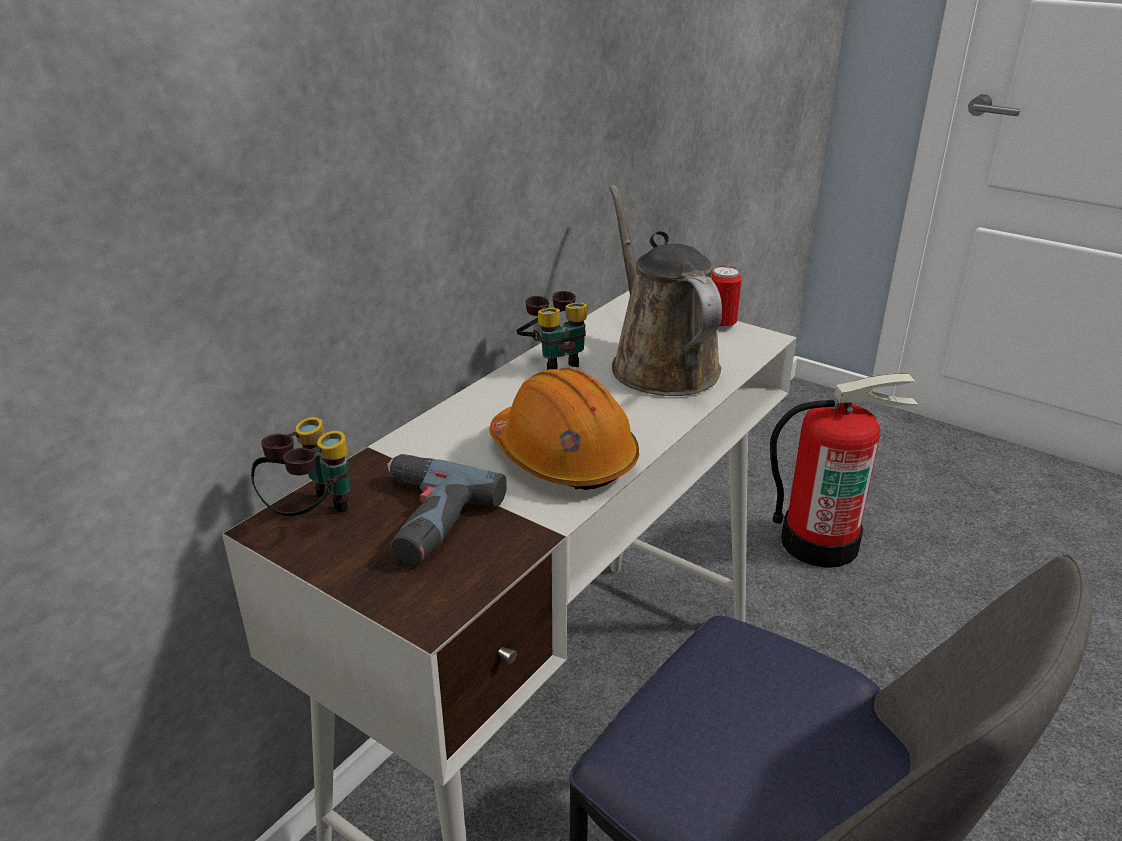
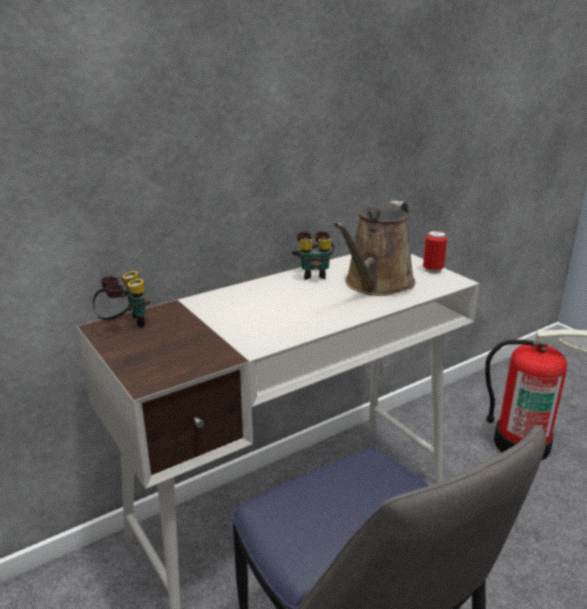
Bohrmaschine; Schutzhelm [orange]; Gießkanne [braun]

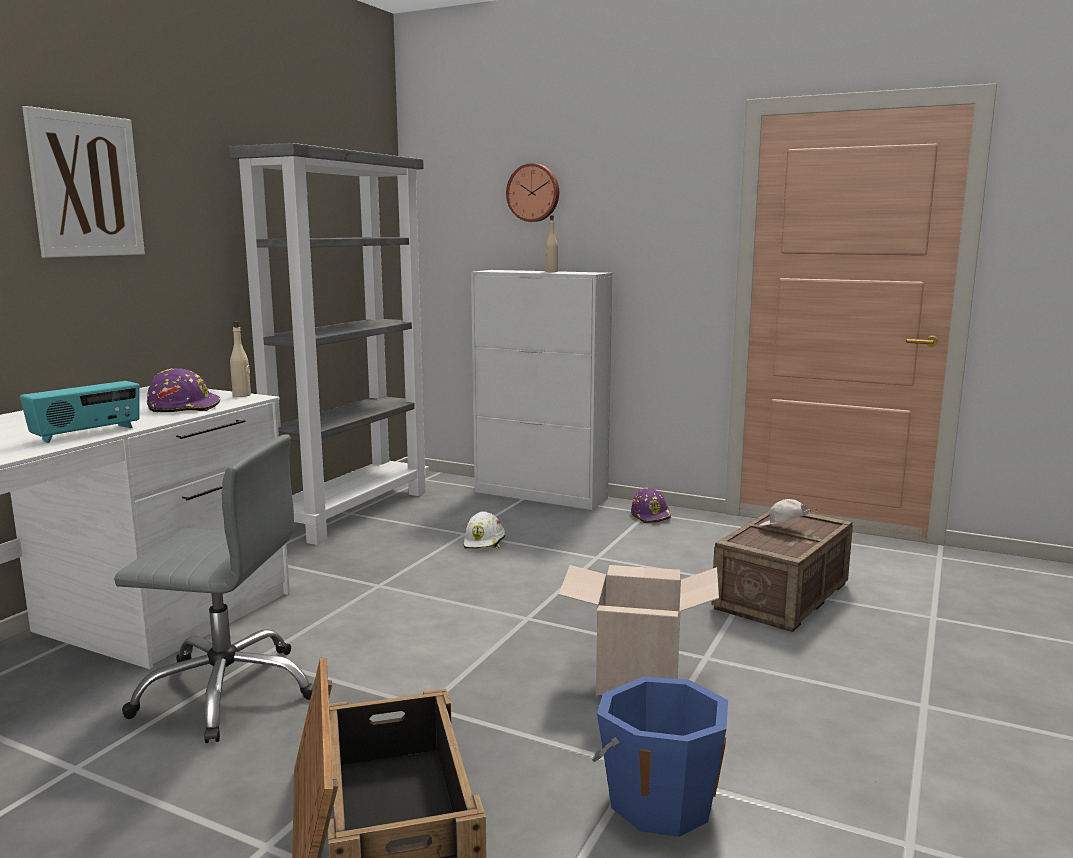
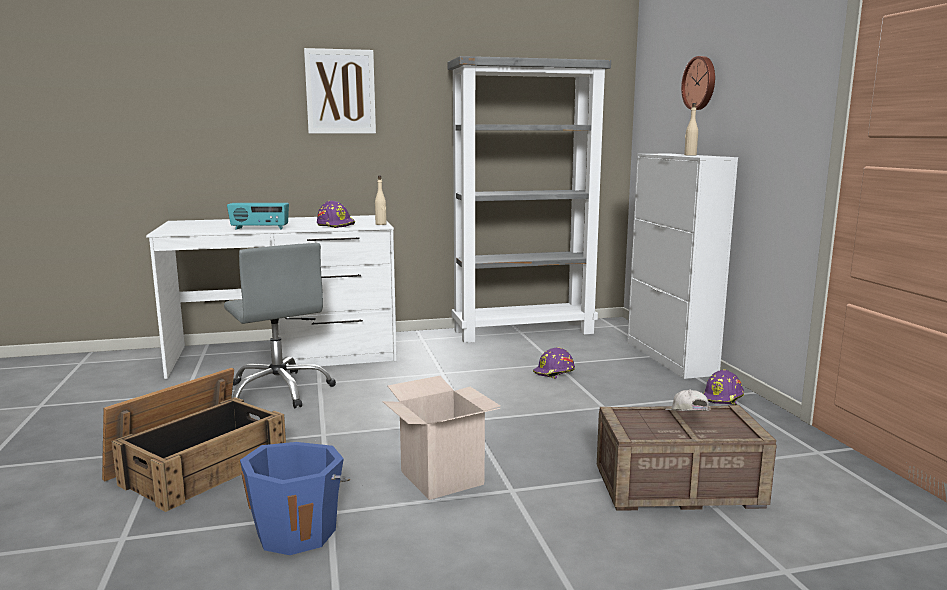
Schutzhelm [lila] (2nd from left)

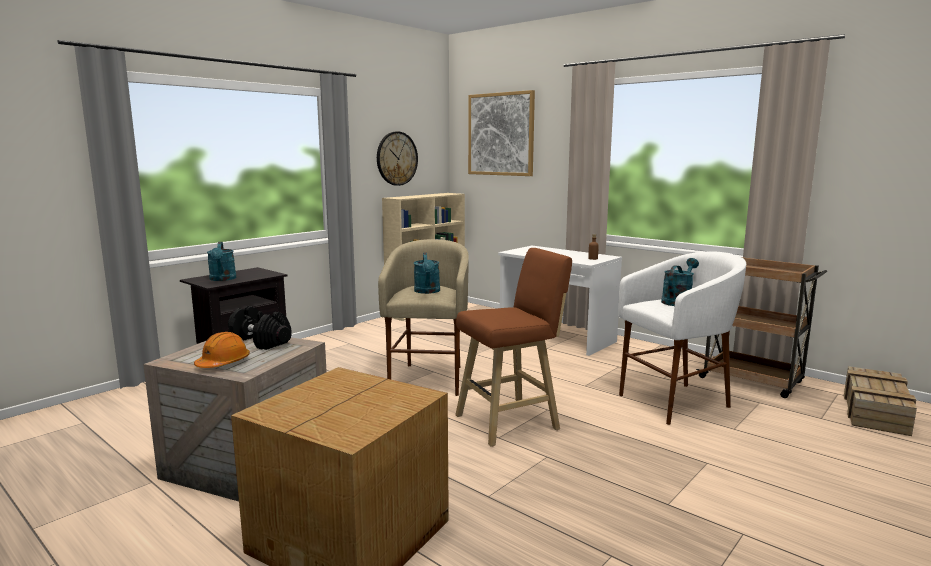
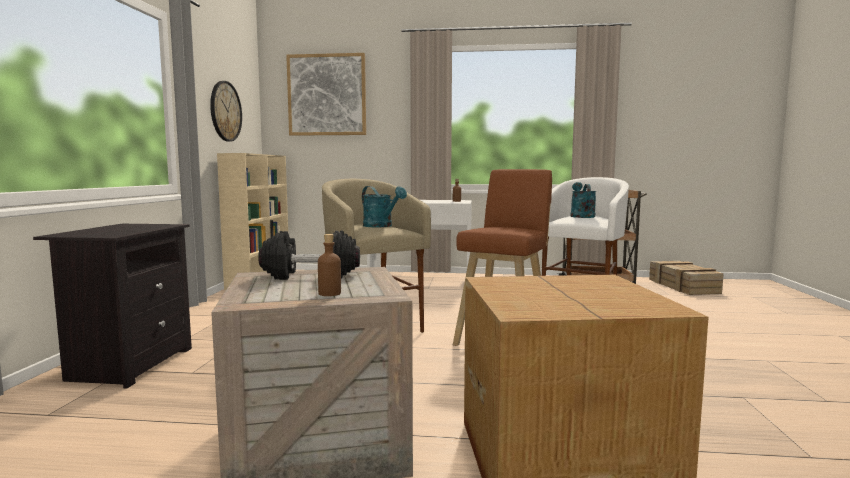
Gießkanne [türkis] (1st from left in the first image); Flasche [braun] (1st from left)

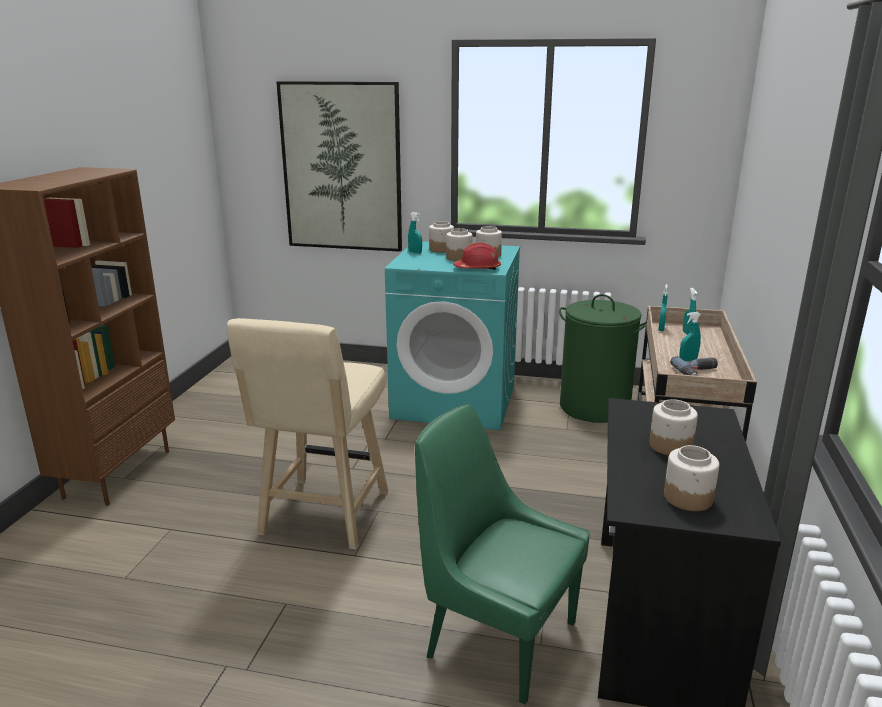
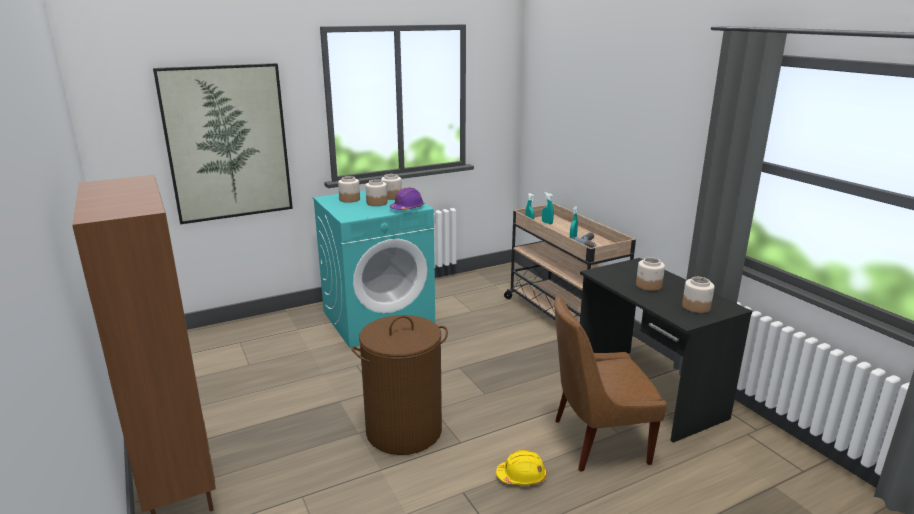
Sprühflasche [türkis] (1st from left in the first image); Wäschekorb [grün]; Schutzhelm [gelb]; Wäschekorb [braun]; Stuhl [braun]; Schutzhelm [lila]

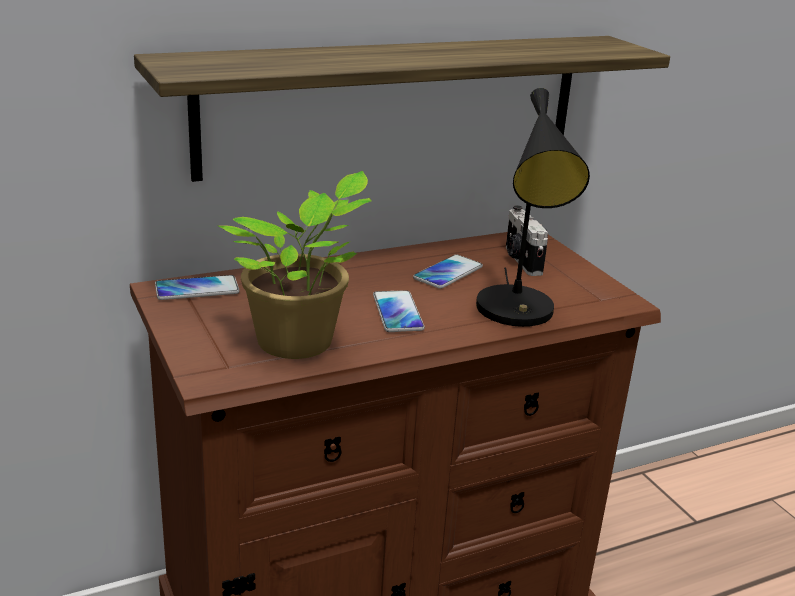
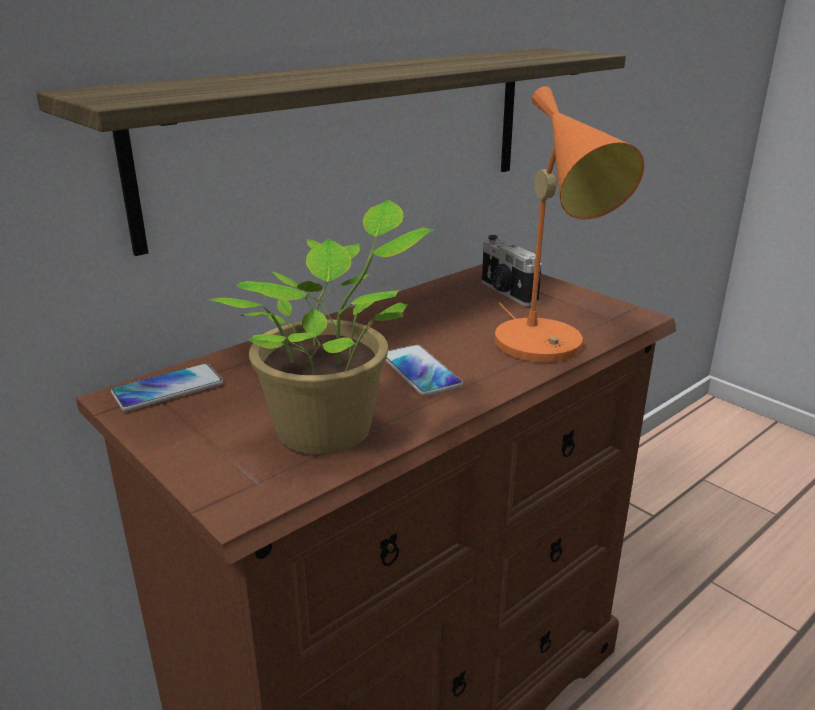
Handy (3rd from left in the first image); Tischlampe [orange]

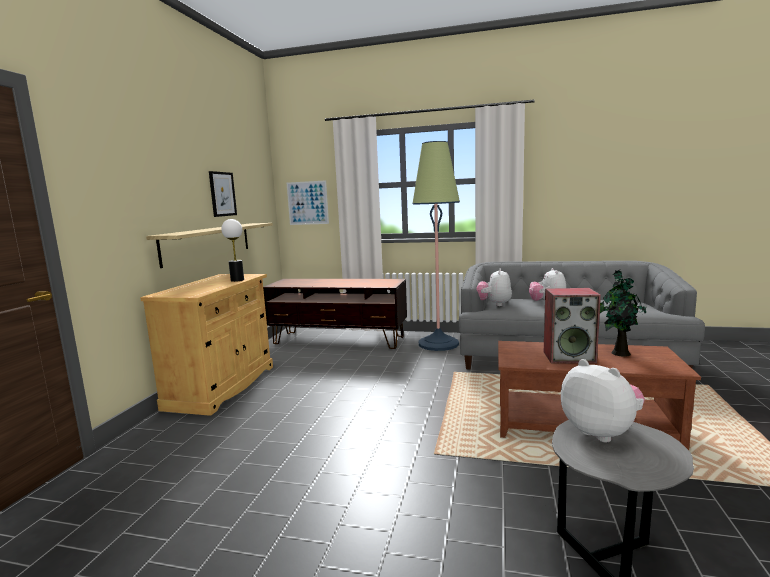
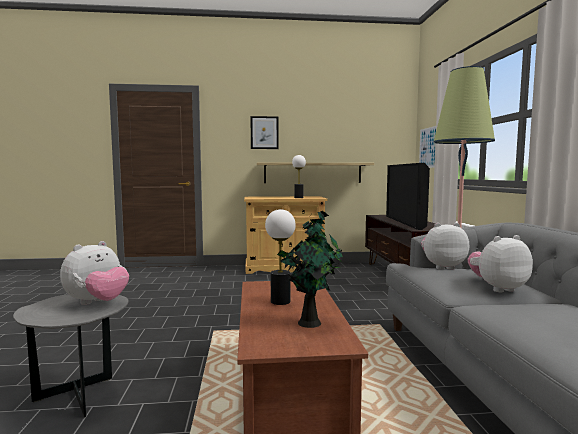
Fernseher; Bild (1st from left); Tischlampe (1st from left)

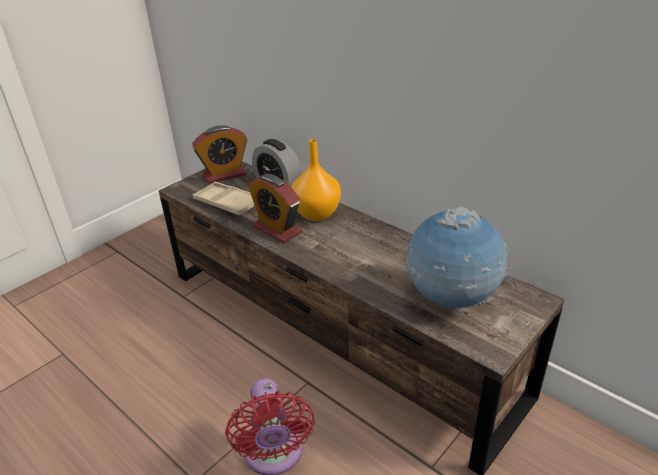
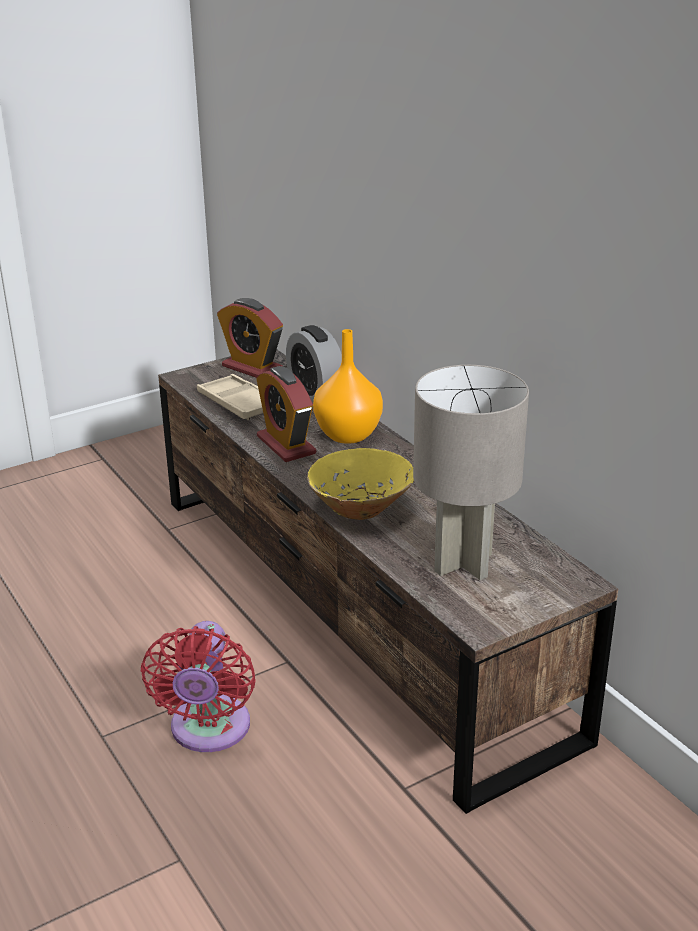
Schüssel [gelb]; Tischlampe [grau]; Wecker (1st from left)

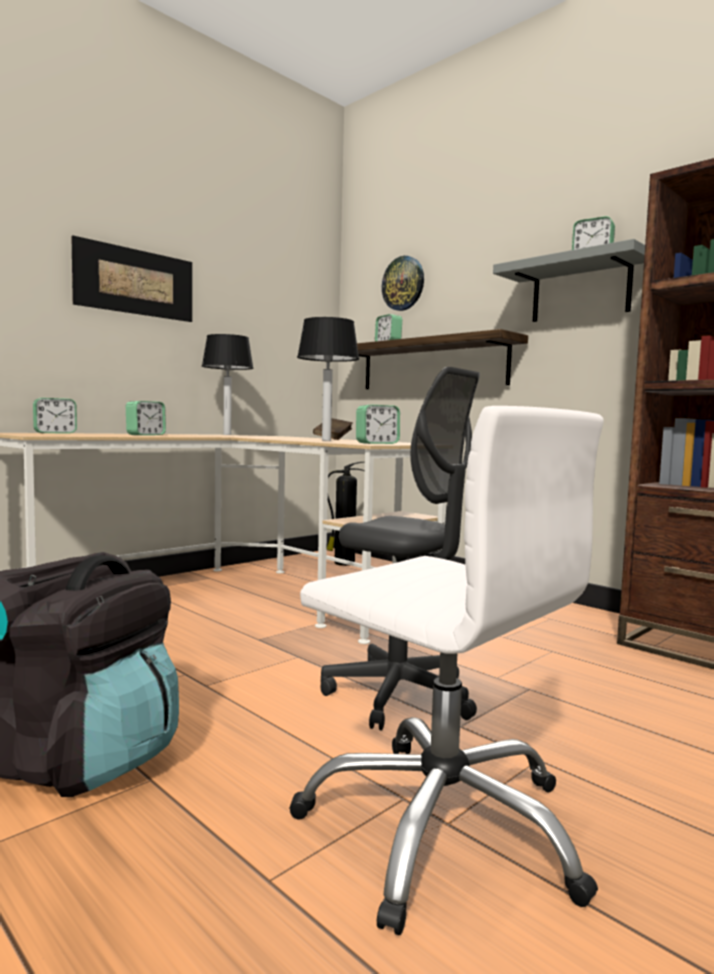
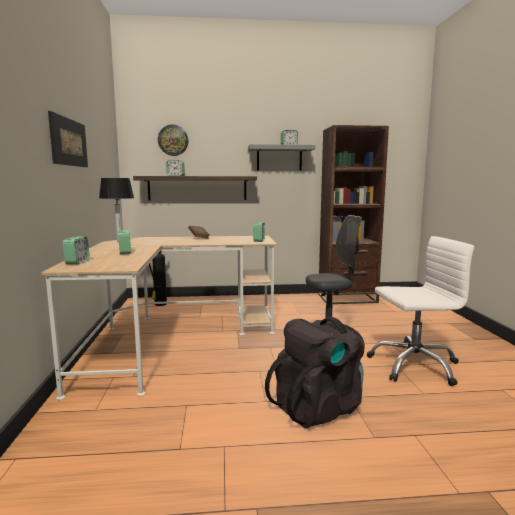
Tischlampe (2nd from left in the first image)

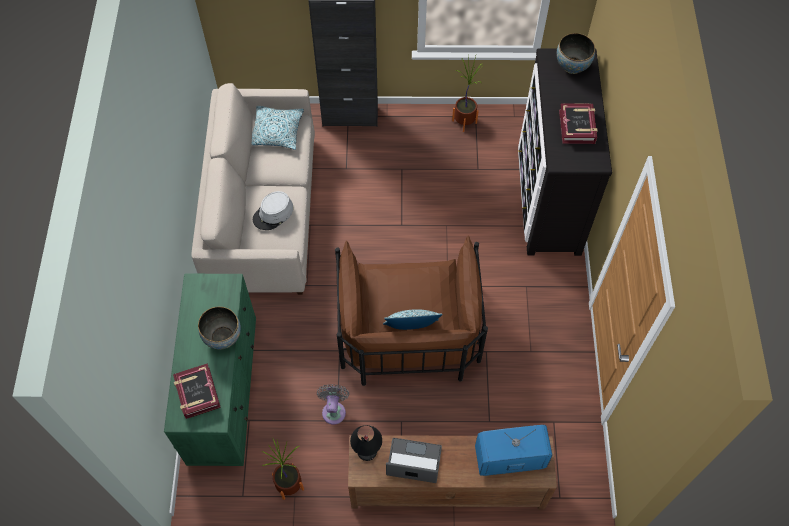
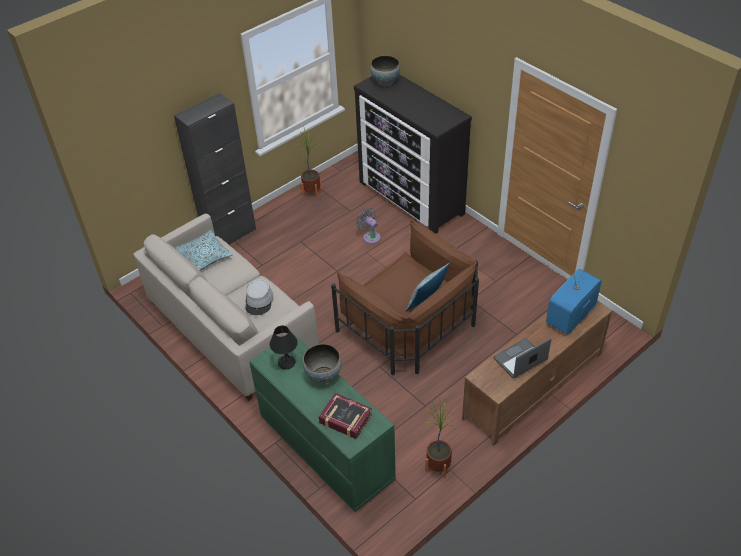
Buch (2nd from left in the first image); Ventilator [grau]; Tischlampe [schwarz]

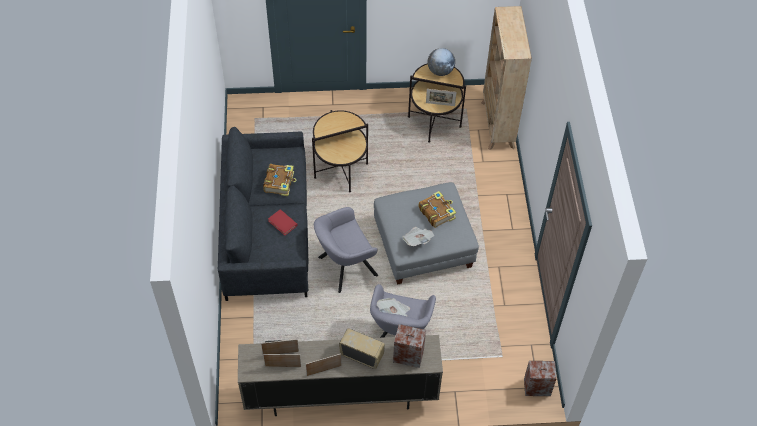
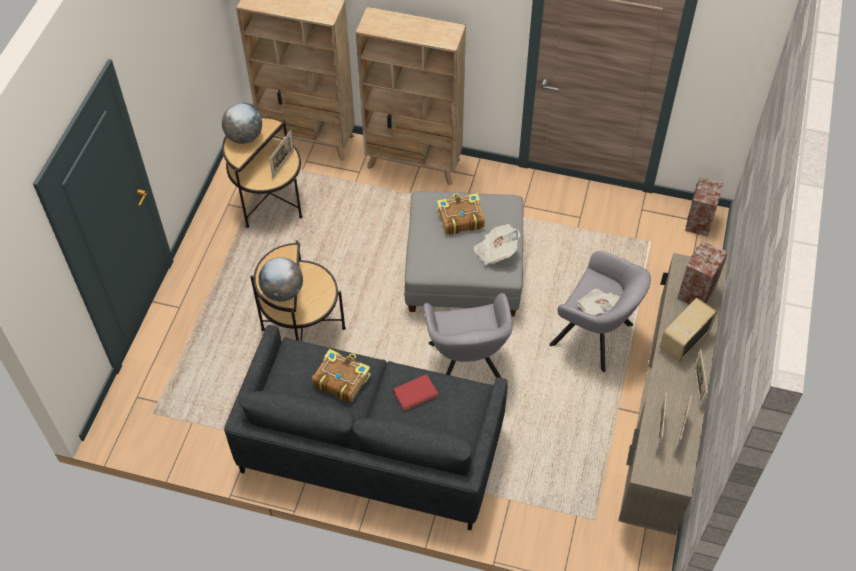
Globus (2nd from left); Bücherregal [beige] (2nd from left)

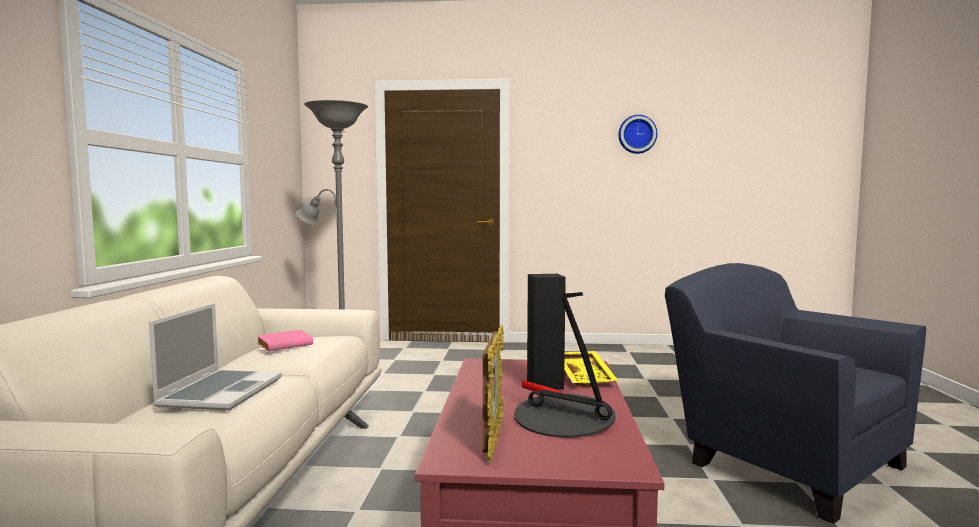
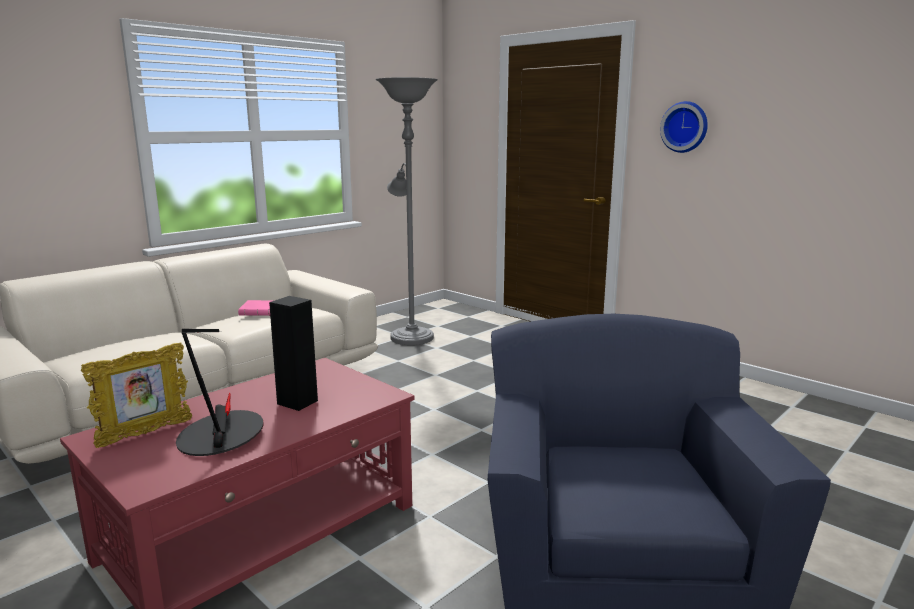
Laptop; Tablett [gelb]; Wanduhr

